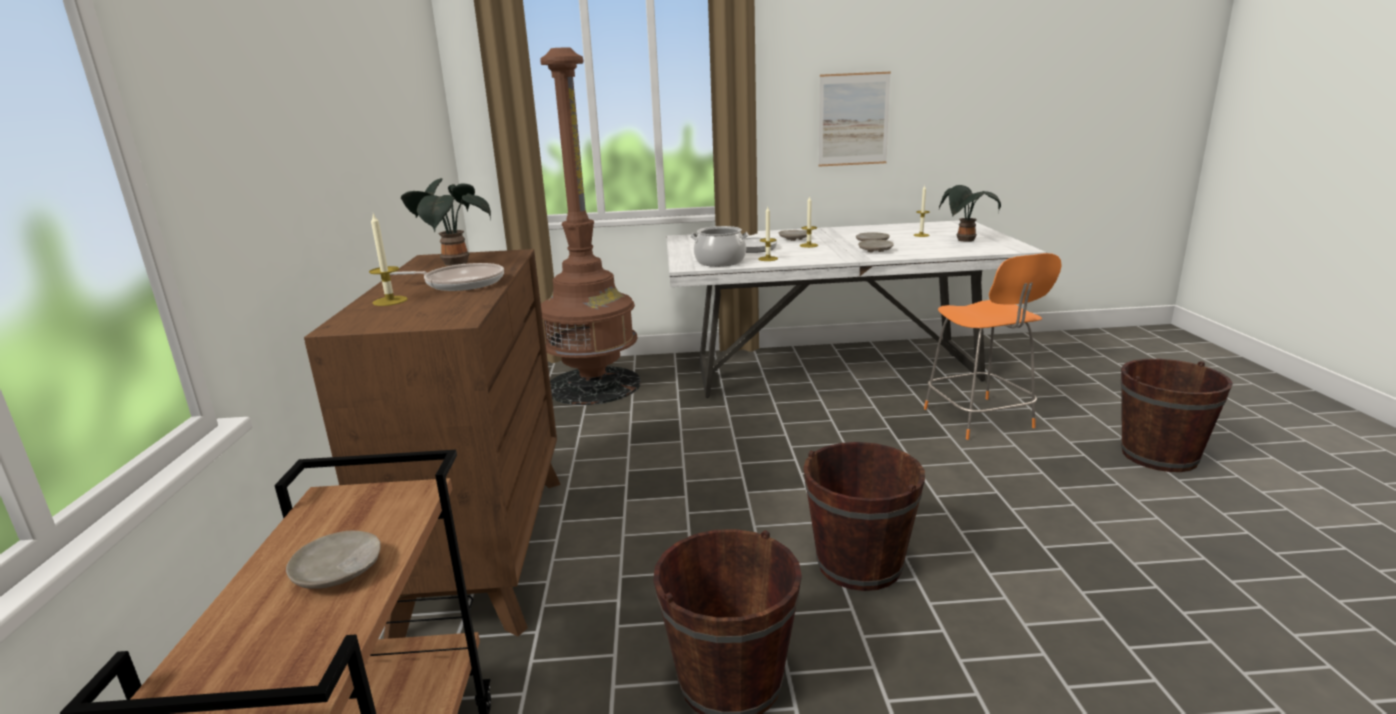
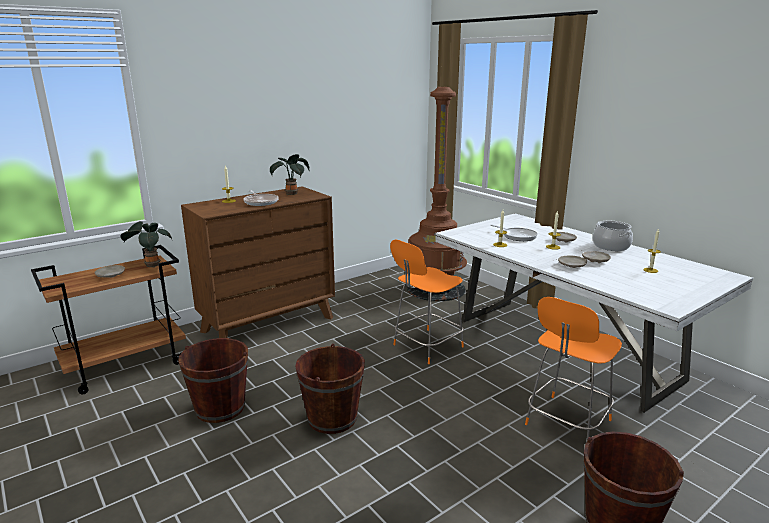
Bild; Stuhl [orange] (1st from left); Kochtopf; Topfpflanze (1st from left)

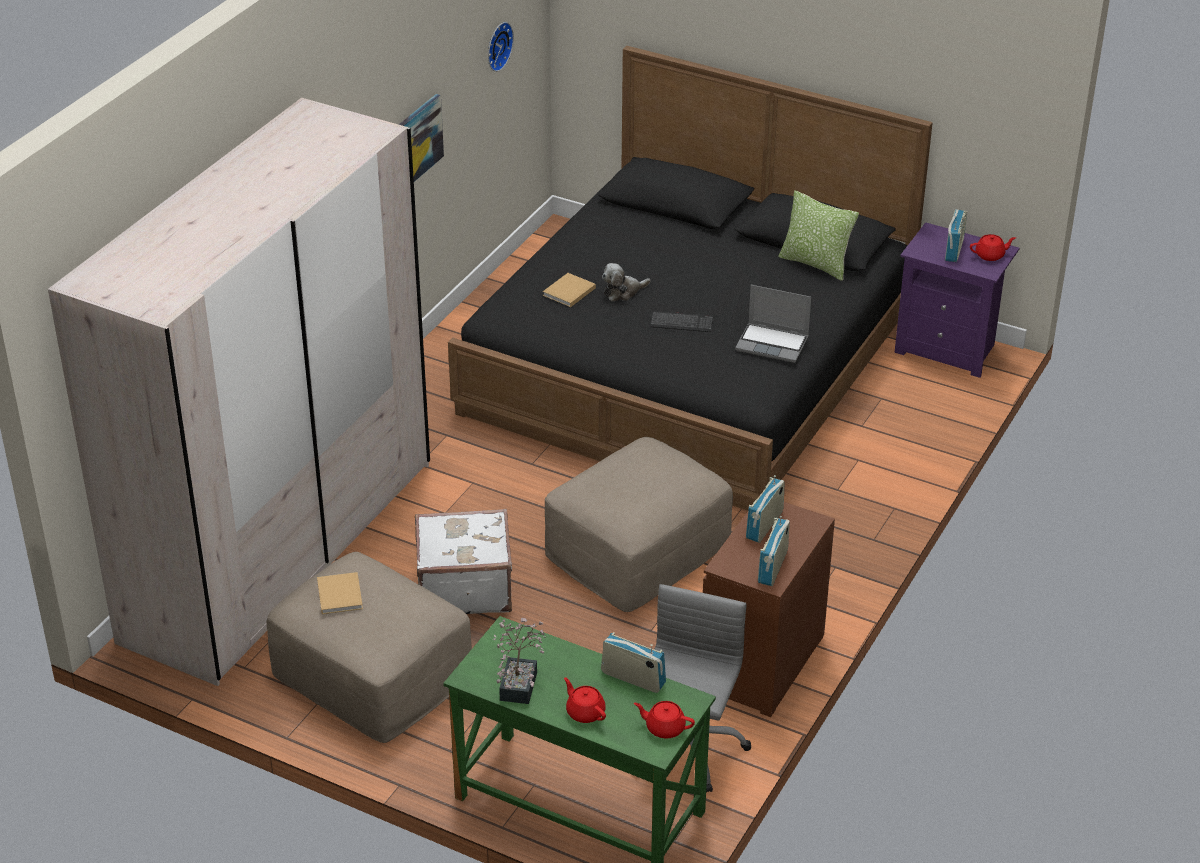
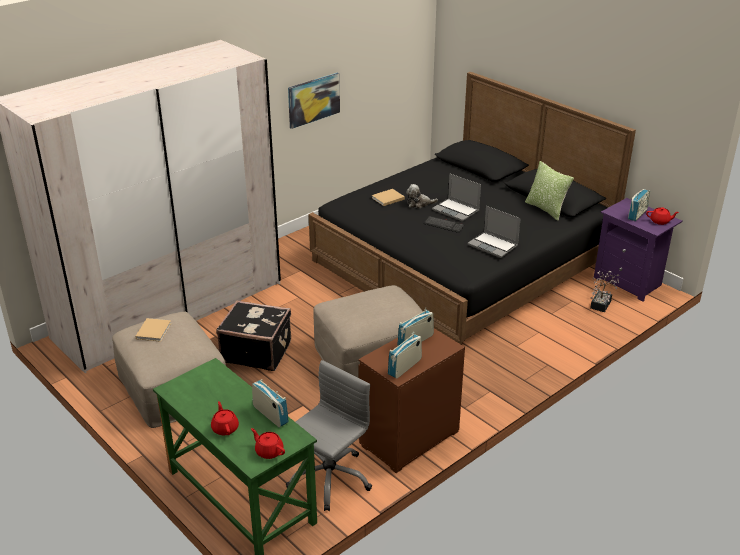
Wanduhr; Laptop (1st from left); Topfpflanze; Koffer [schwarz]

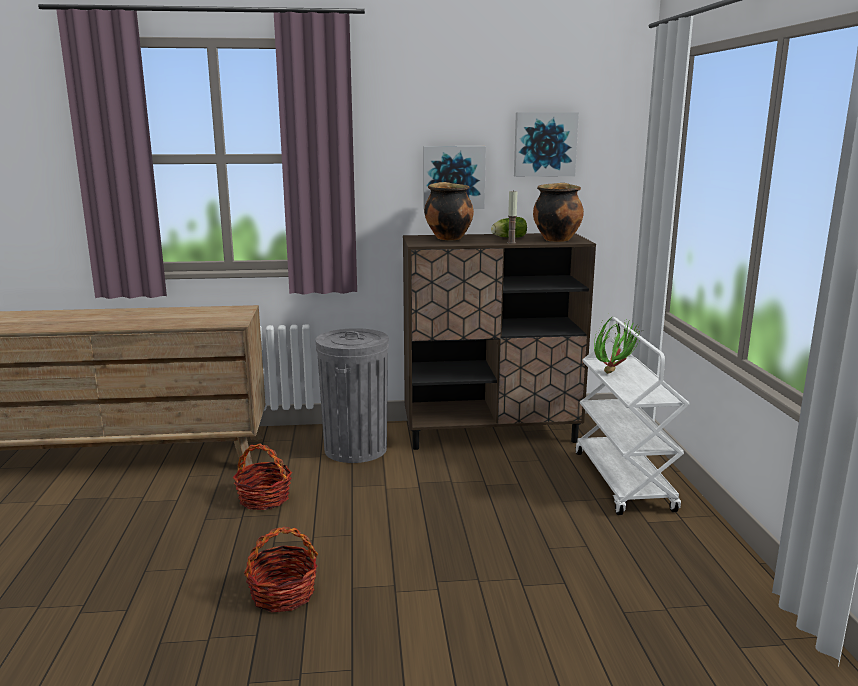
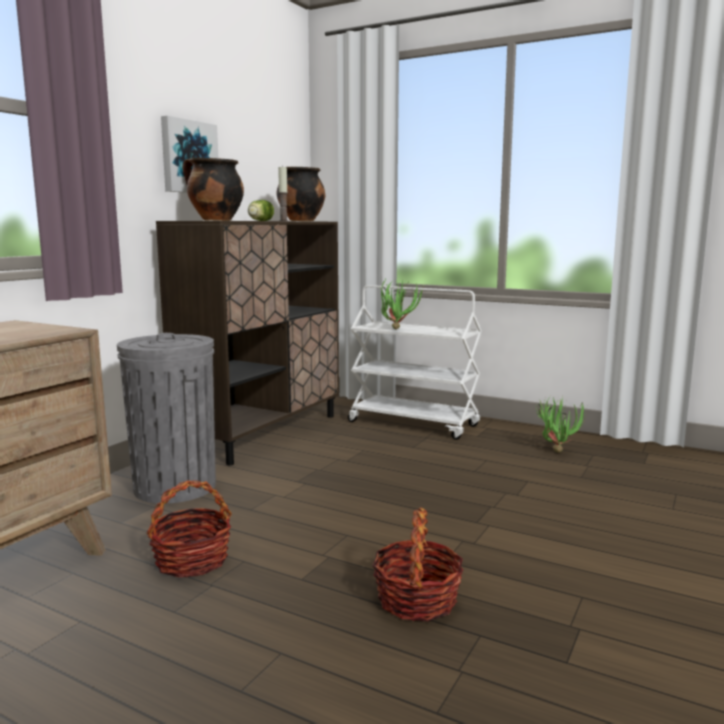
Bild (2nd from left in the first image); Topfpflanze (2nd from left)

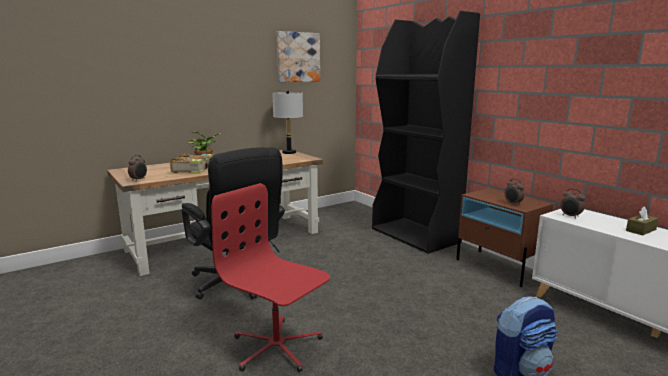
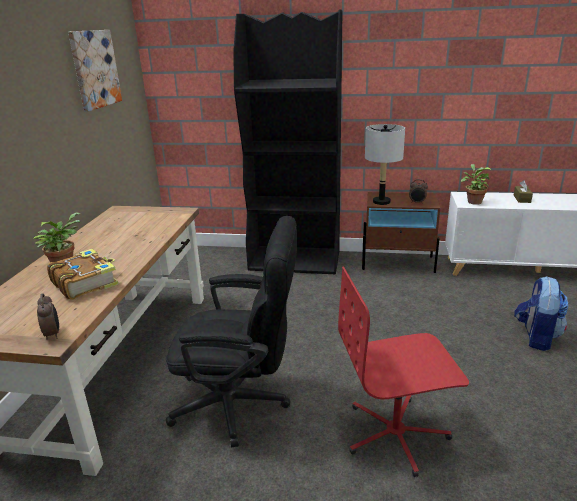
Tischlampe [grau]; Topfpflanze (2nd from left)

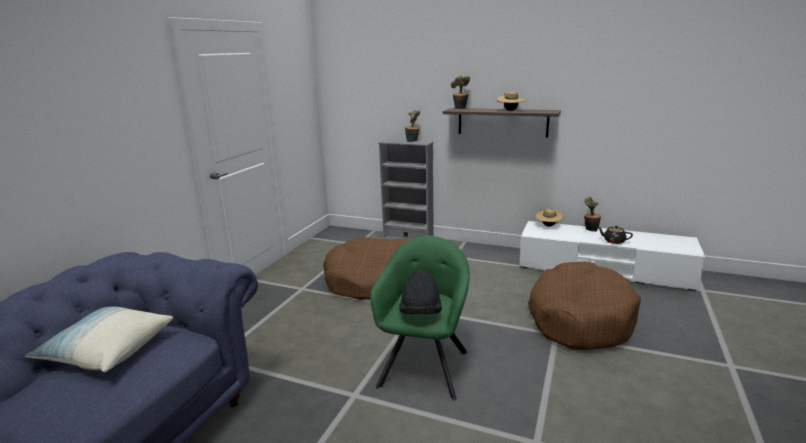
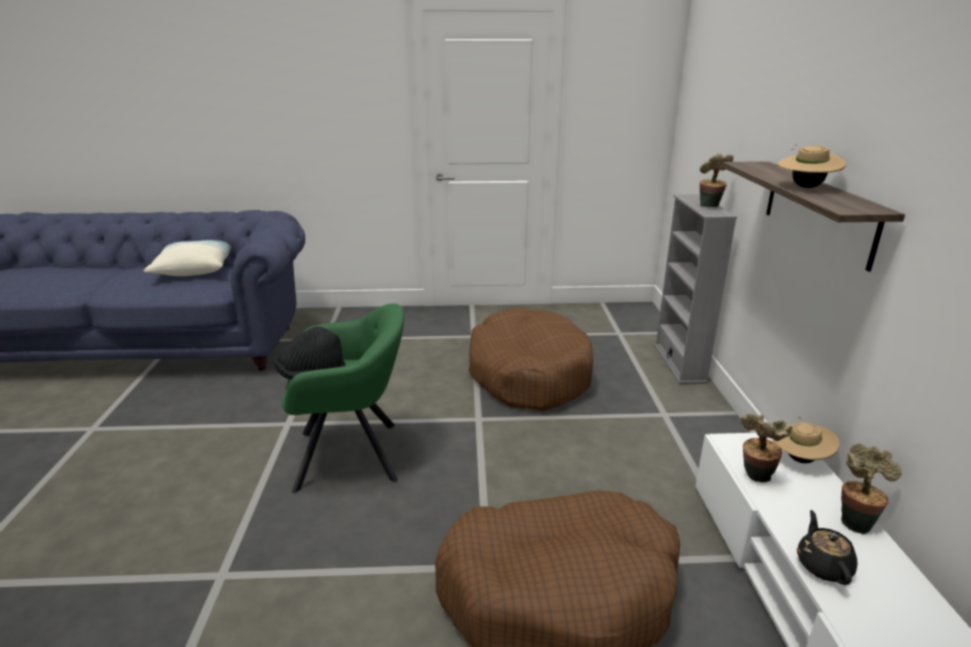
Topfpflanze (2nd from left)

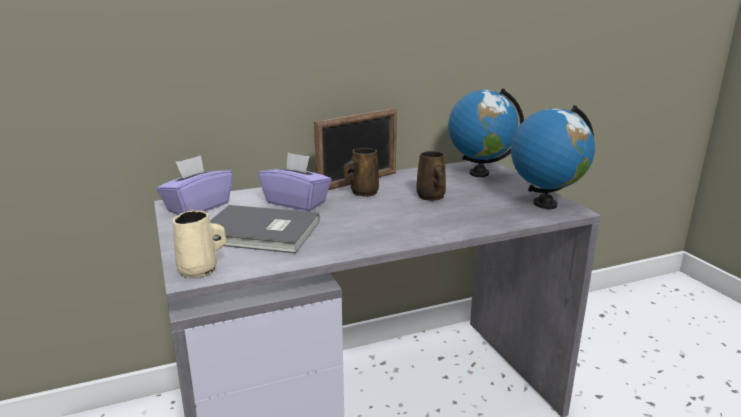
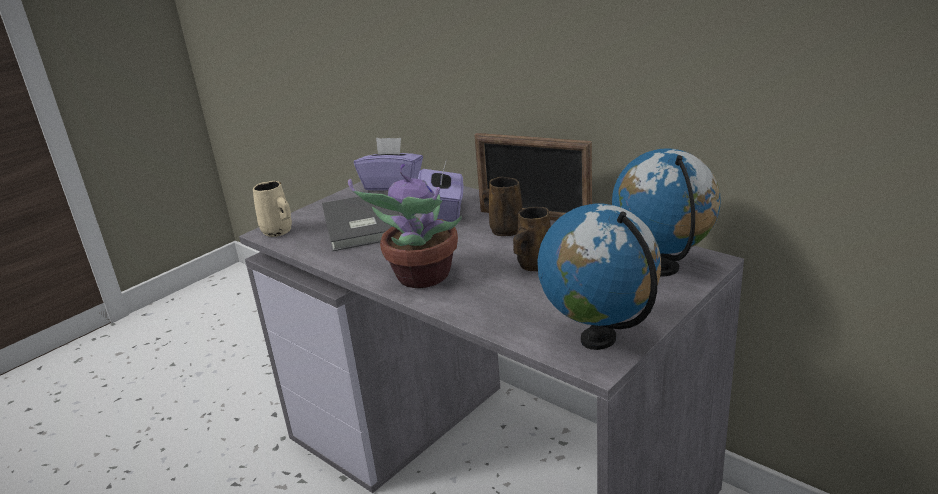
Topfpflanze

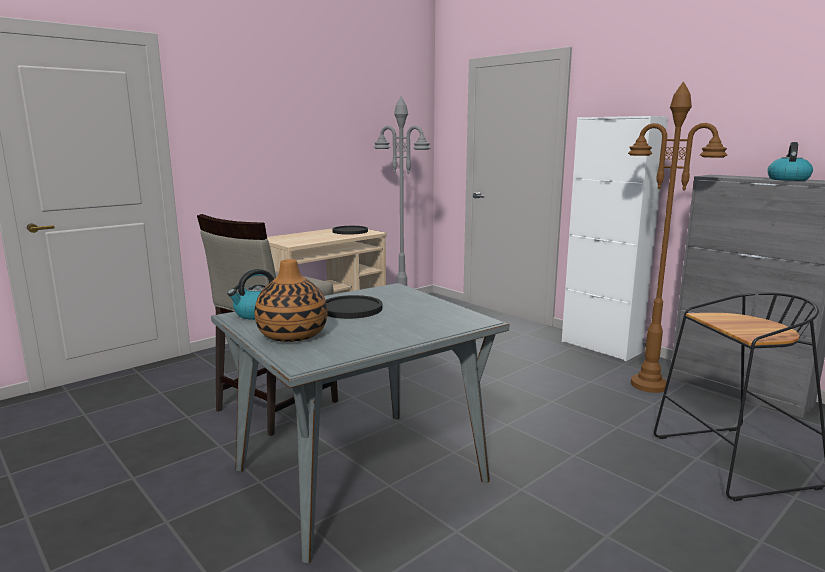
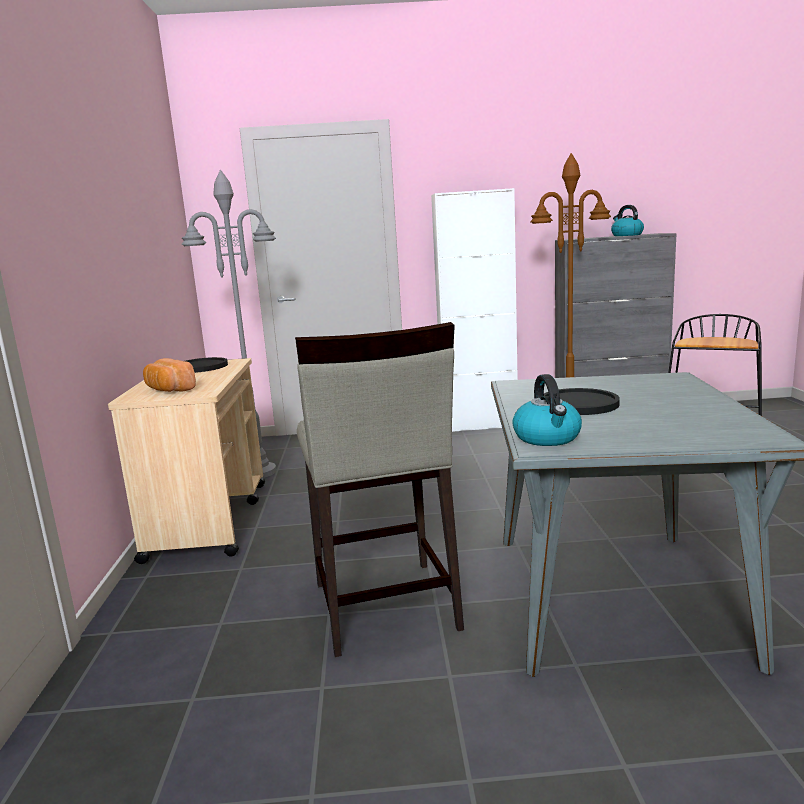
Vase; Brot

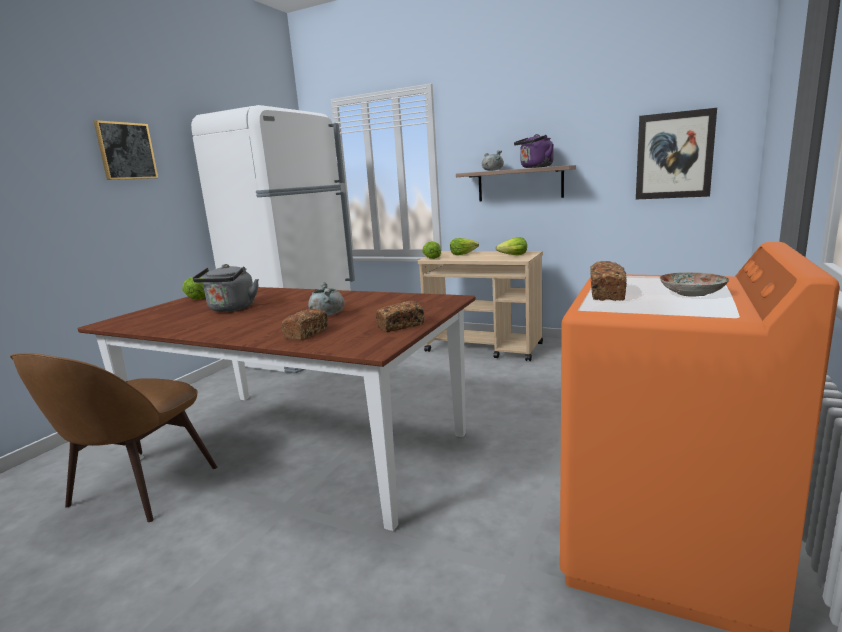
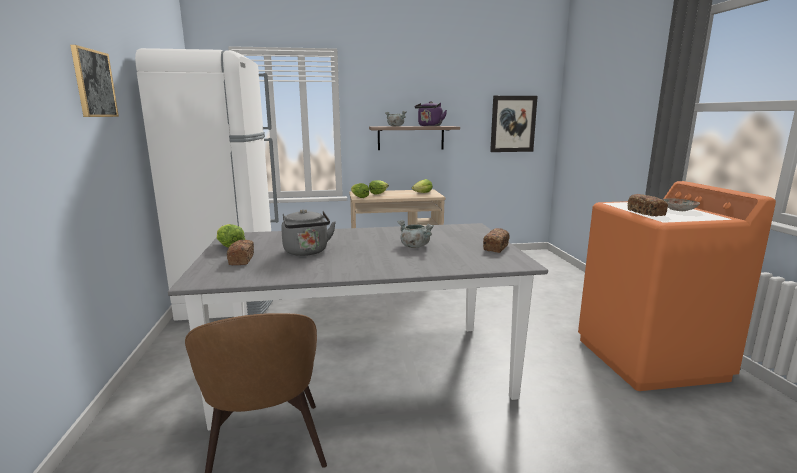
Brot (1st from left); Esstisch [grau]

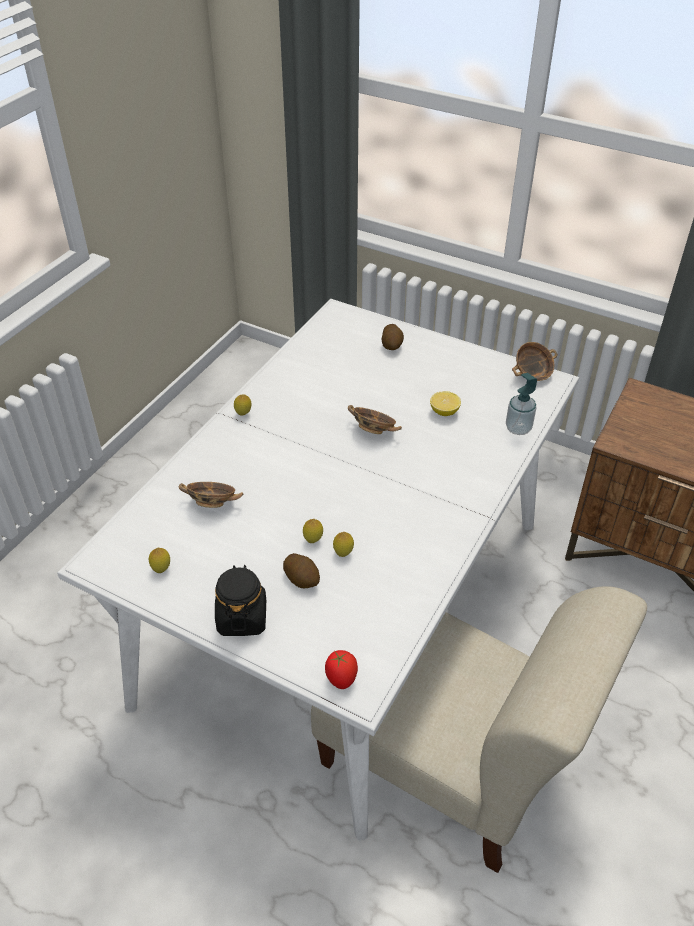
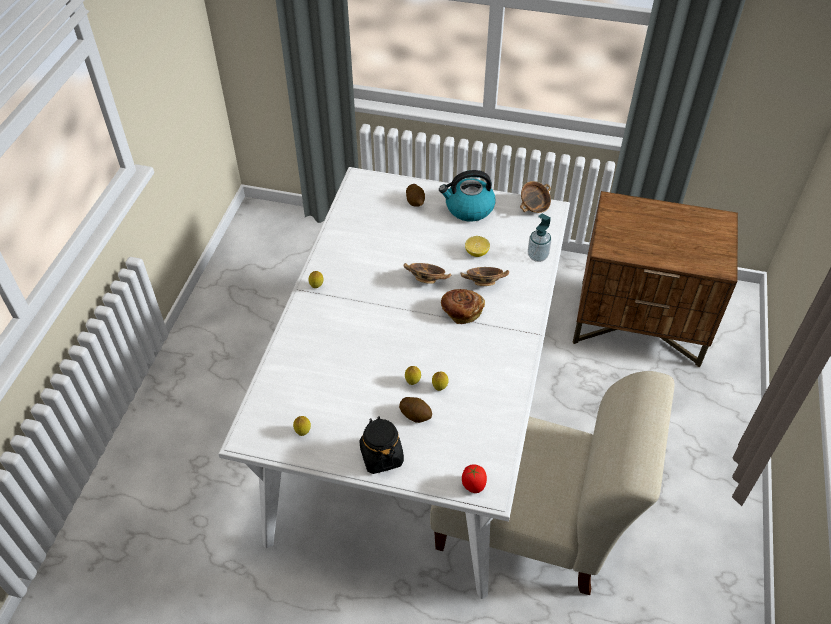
Wasserkessel; Brot; Schüssel (2nd from left)

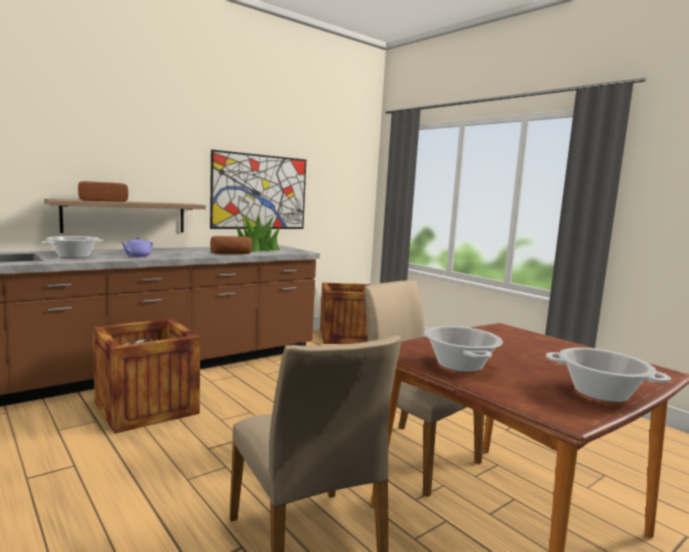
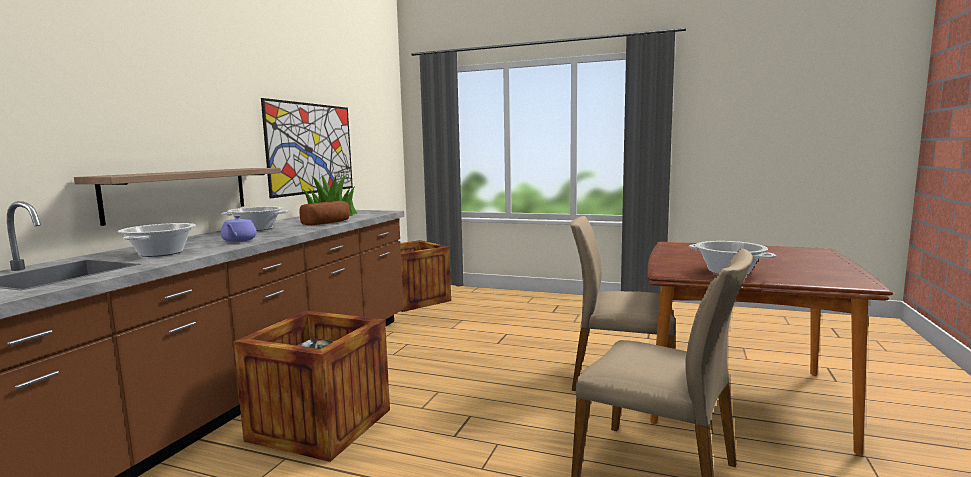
Brot (1st from left in the first image); Kochtopf (2nd from left)

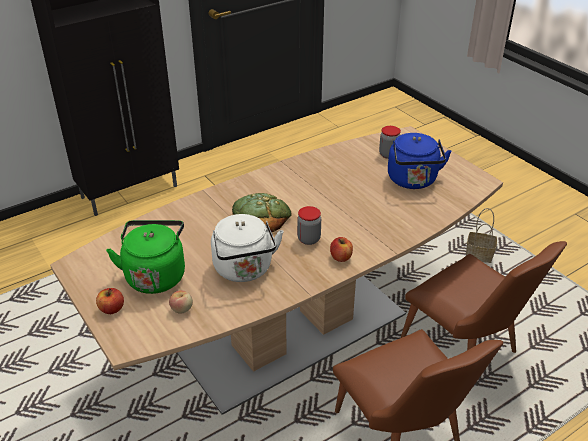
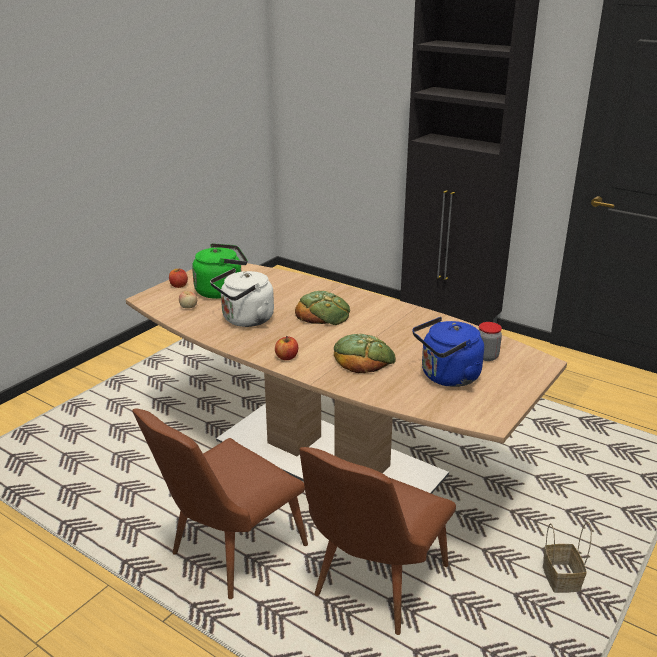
Vorratsglas (1st from left in the first image); Brot (2nd from left)

